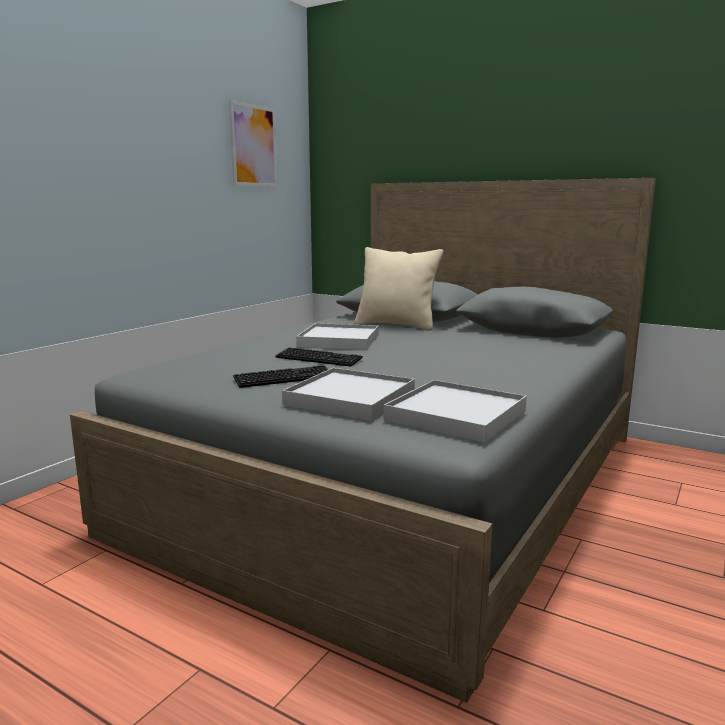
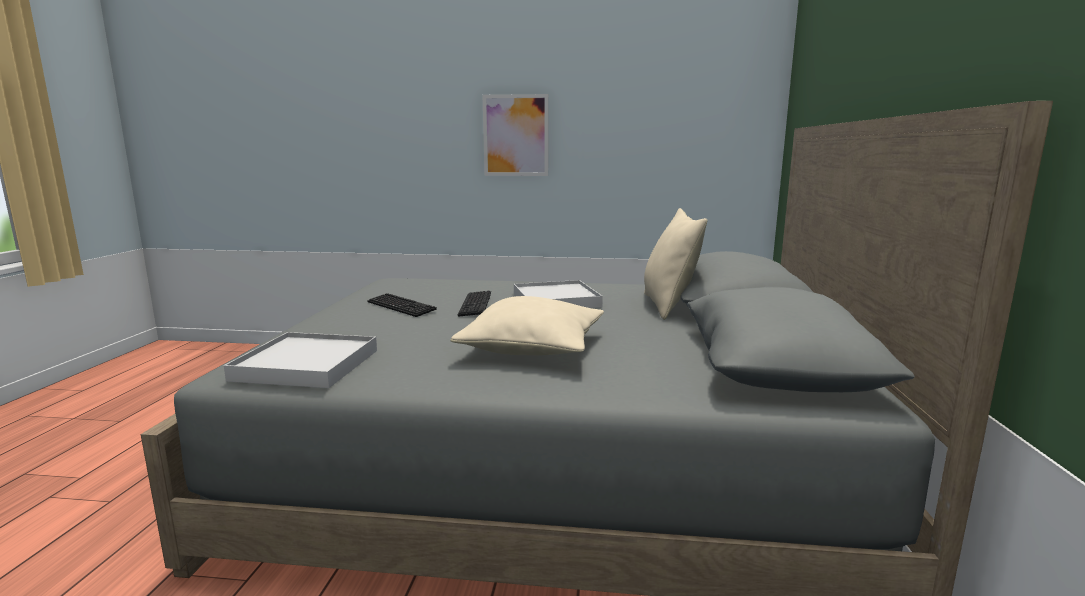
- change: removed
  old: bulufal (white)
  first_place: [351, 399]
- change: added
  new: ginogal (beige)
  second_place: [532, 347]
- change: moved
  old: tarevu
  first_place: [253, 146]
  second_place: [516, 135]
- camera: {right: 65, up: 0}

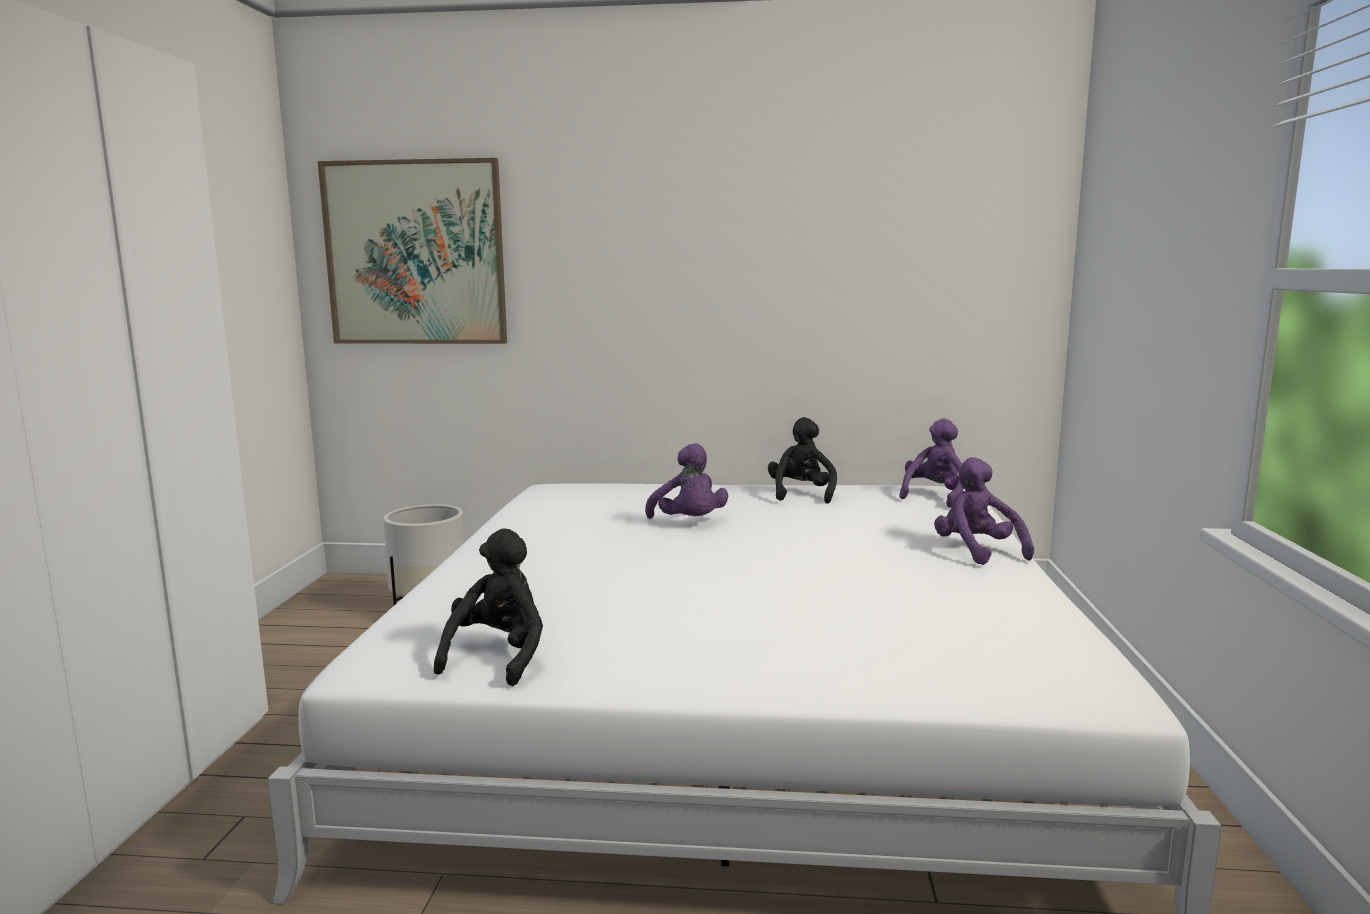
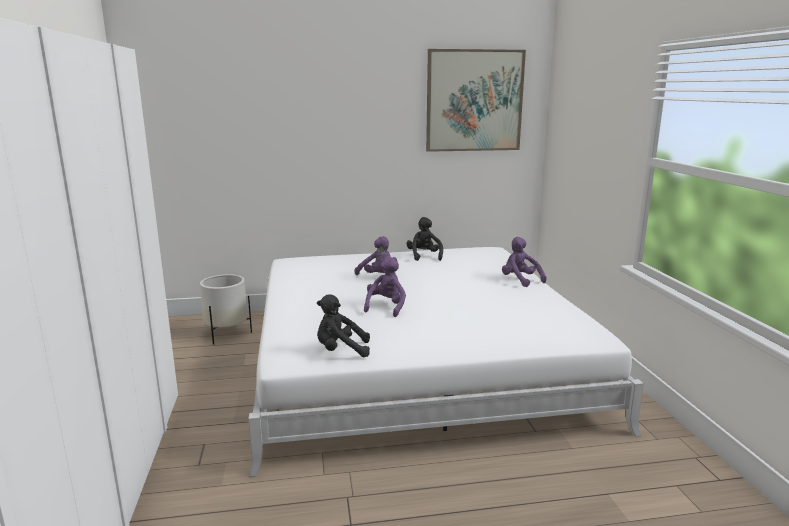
- change: moved
  old: tarevu
  first_place: [415, 253]
  second_place: [474, 101]
- change: moved
  old: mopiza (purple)
  first_place: [934, 496]
  second_place: [386, 307]
- change: turned
  old: mopiza (black)
  first_place: [498, 657]
  second_place: [341, 351]
  degrees: -90
- camera: {right: -15, up: 5}

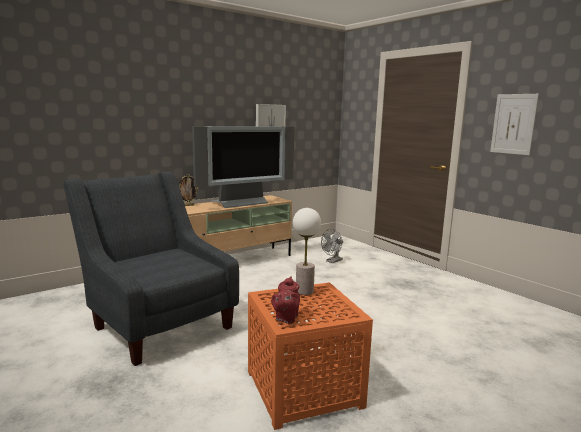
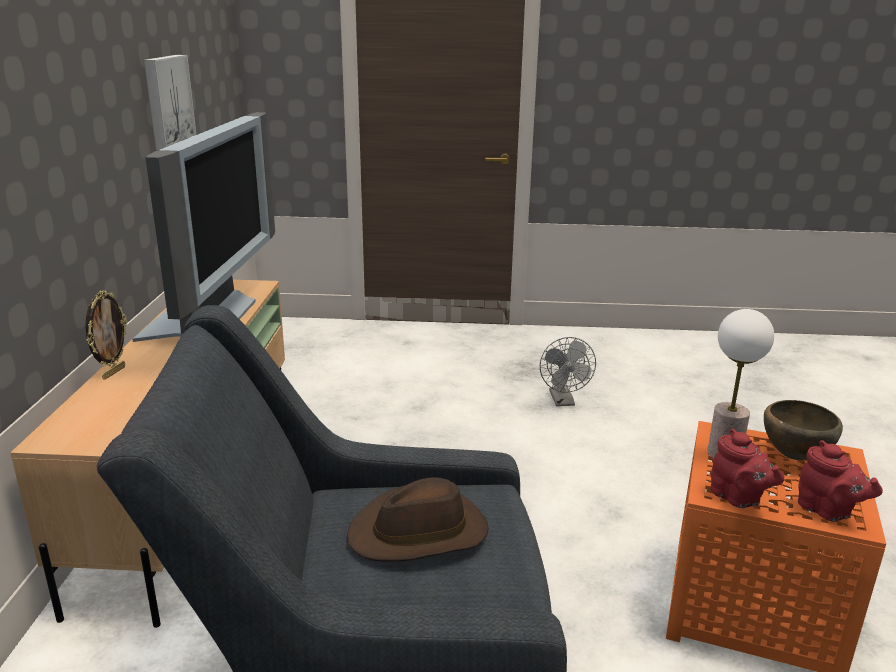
- change: removed
  old: tarevu
  first_place: [513, 124]
- change: added
  new: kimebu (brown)
  second_place: [419, 533]
- change: added
  new: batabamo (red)
  second_place: [738, 498]
- change: added
  new: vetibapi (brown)
  second_place: [793, 457]
- change: moved
  old: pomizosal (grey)
  first_place: [332, 261]
  second_place: [563, 401]
- camera: {right: -50, up: 10}

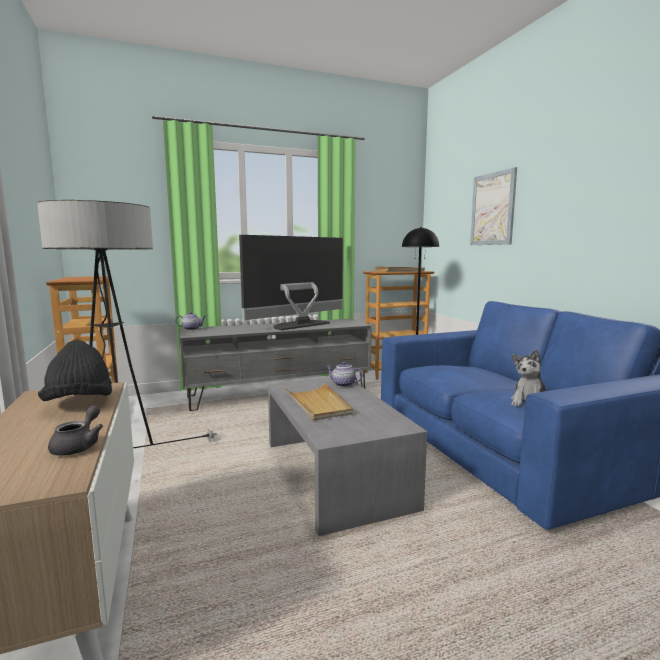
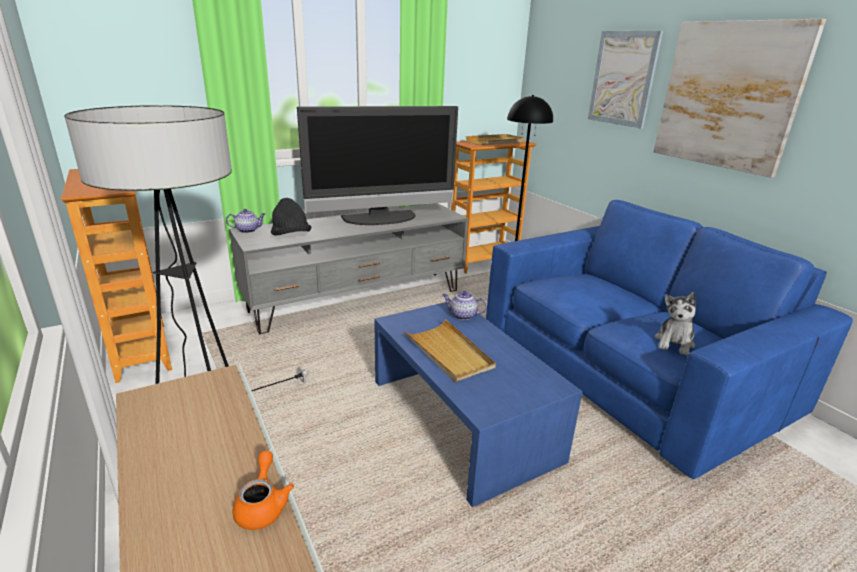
- change: added
  new: tarevu
  second_place: [728, 96]
- change: moved
  old: kimebu (black)
  first_place: [80, 403]
  second_place: [291, 236]
- change: recoloured
  old: batabamo (grey)
  new: batabamo (orange)
  first_place: [79, 446]
  second_place: [263, 505]
- change: recoloured
  old: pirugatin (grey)
  new: pirugatin (blue)
  first_place: [336, 473]
  second_place: [463, 418]
- change: turned
  old: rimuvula
  first_place: [298, 325]
  second_place: [380, 219]
  degrees: -150
- camera: {right: -10, up: 15}

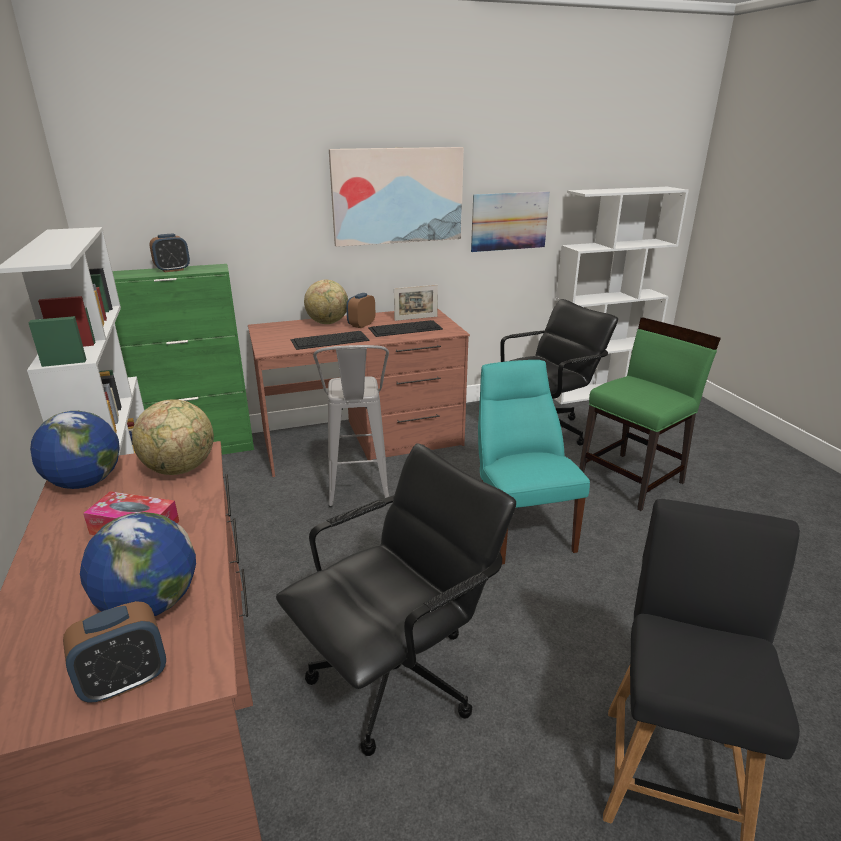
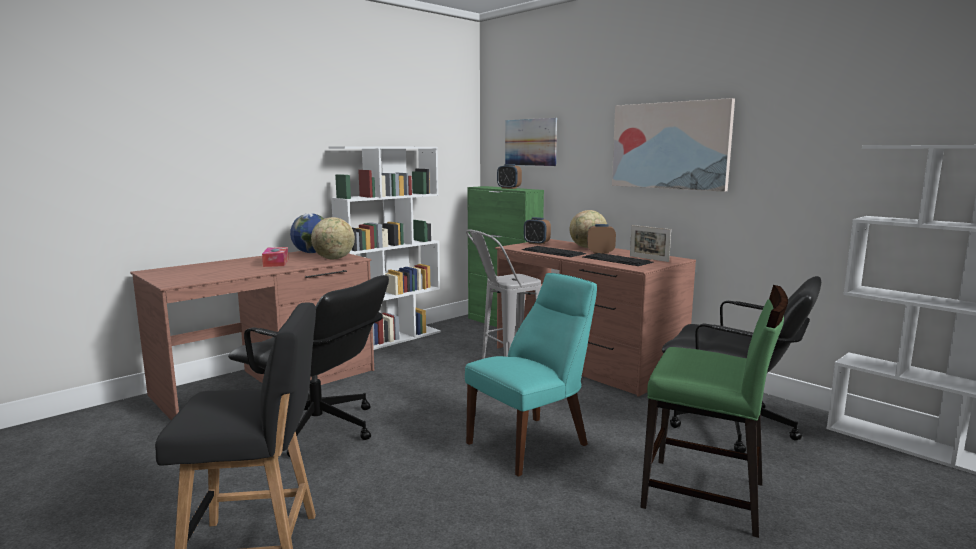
- change: removed
  old: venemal
  first_place: [150, 605]
- change: moved
  old: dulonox
  first_place: [125, 681]
  second_place: [536, 243]
- change: moved
  old: tarevu
  first_place: [509, 221]
  second_place: [530, 142]
- camera: {right: 65, up: -15}

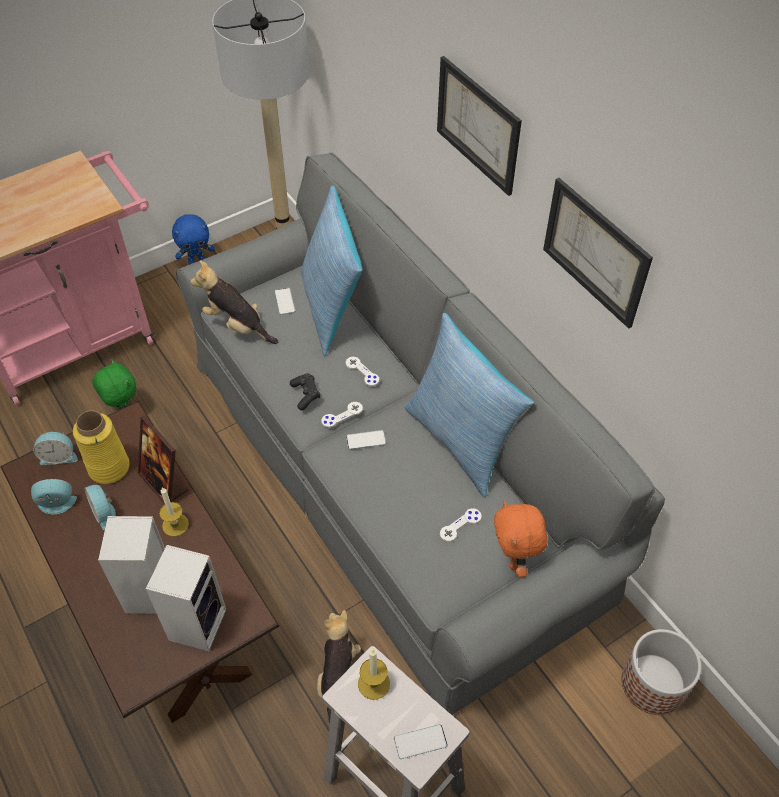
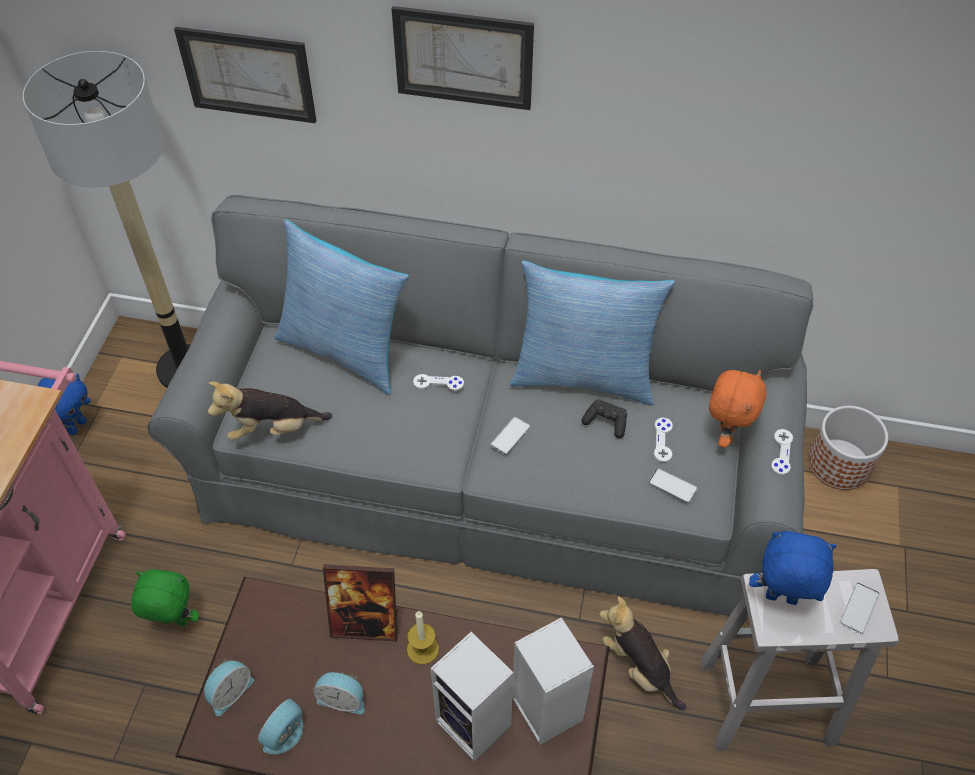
- change: removed
  old: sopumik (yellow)
  first_place: [109, 467]
- change: moved
  old: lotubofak
  first_place: [284, 301]
  second_place: [672, 485]
- change: moved
  old: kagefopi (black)
  first_place: [306, 395]
  second_place: [606, 422]
- change: moved
  old: kagefopi (white)
  first_place: [342, 415]
  second_place: [781, 452]
- change: moved
  old: tarevu
  first_place: [595, 252]
  second_place: [248, 74]
- change: replaced
  old: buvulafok
  new: mopiza (blue)
  first_place: [373, 683]
  second_place: [780, 600]
- change: turned
  old: mopiza (orange)
  first_place: [514, 560]
  second_place: [725, 434]
  degrees: -105
- camera: {right: -45, up: 0}

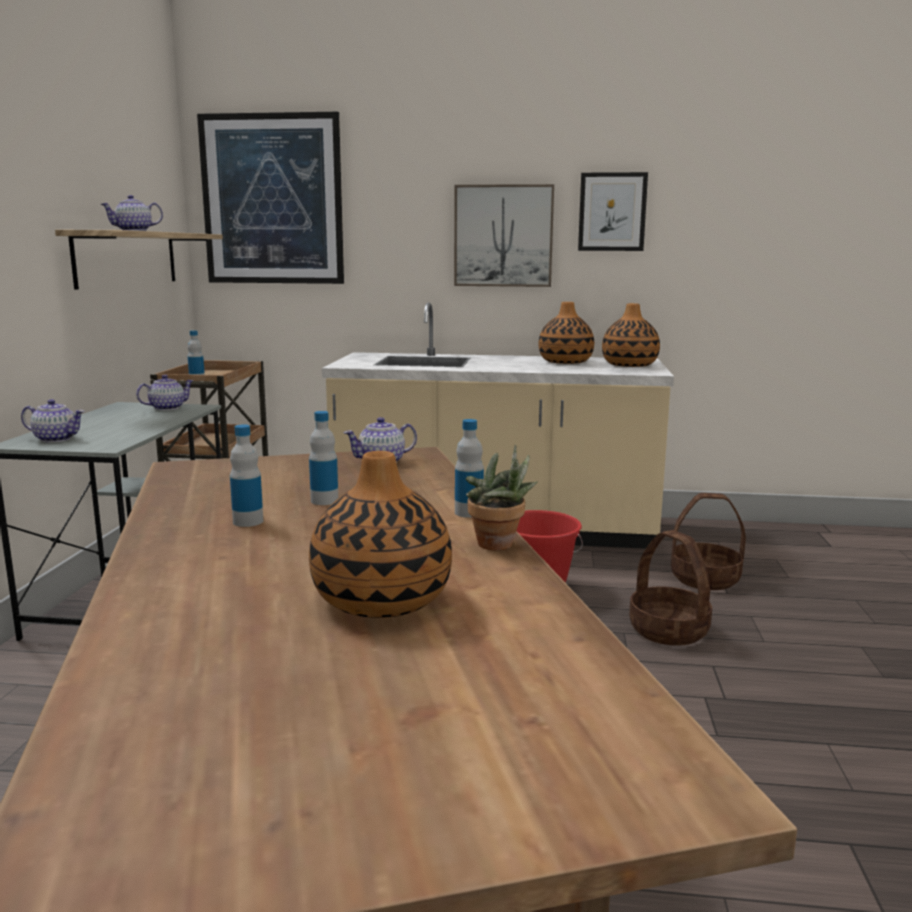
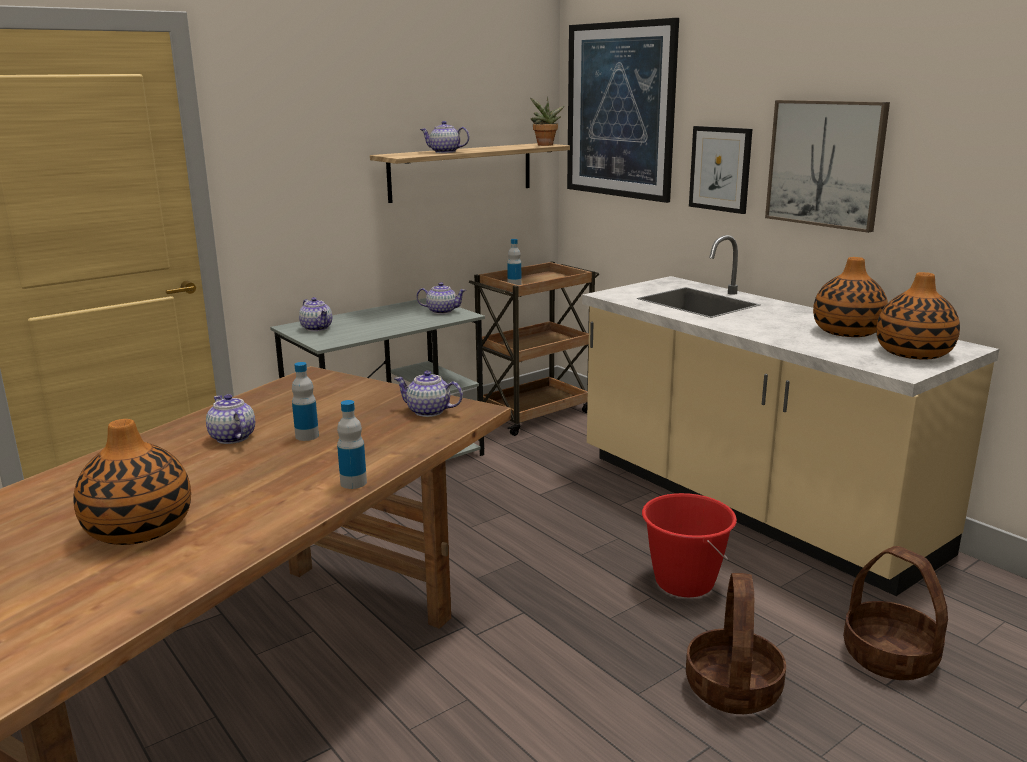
- change: moved
  old: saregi
  first_place: [499, 546]
  second_place: [545, 145]
- change: moved
  old: tarevu
  first_place: [612, 212]
  second_place: [720, 169]
- change: replaced
  old: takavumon
  new: batabamo
  first_place: [248, 521]
  second_place: [231, 438]
- camera: {right: 45, up: 5}

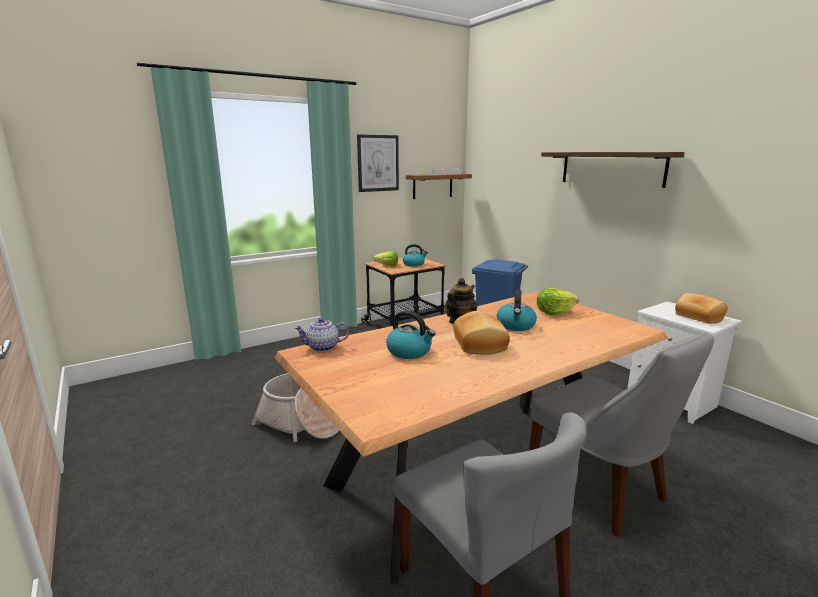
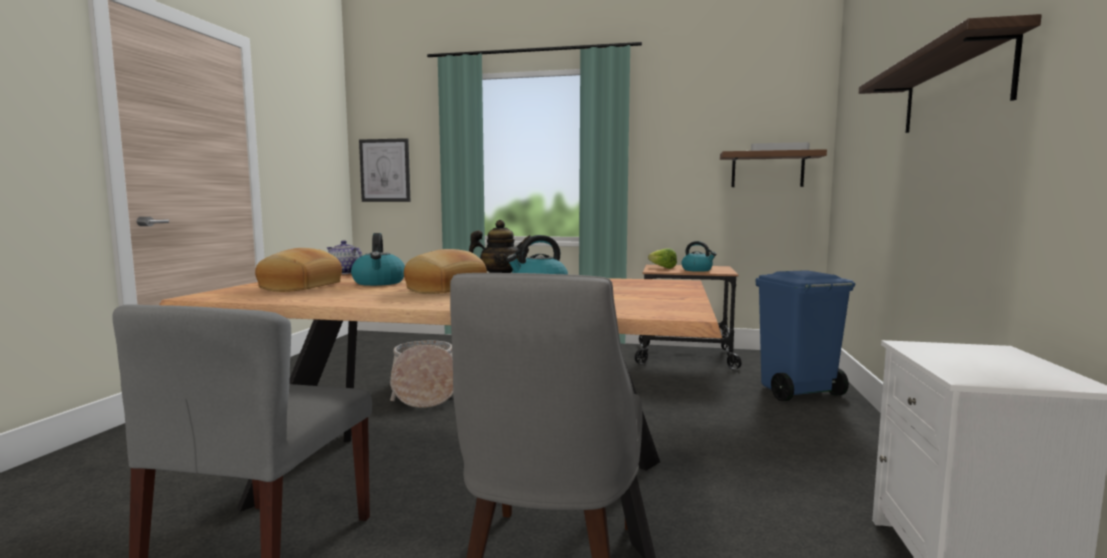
- change: removed
  old: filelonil
  first_place: [554, 312]
- change: moved
  old: tarevu
  first_place: [378, 163]
  second_place: [385, 170]
- change: moved
  old: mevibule
  first_place: [698, 317]
  second_place: [299, 287]
- camera: {right: 45, up: -10}

